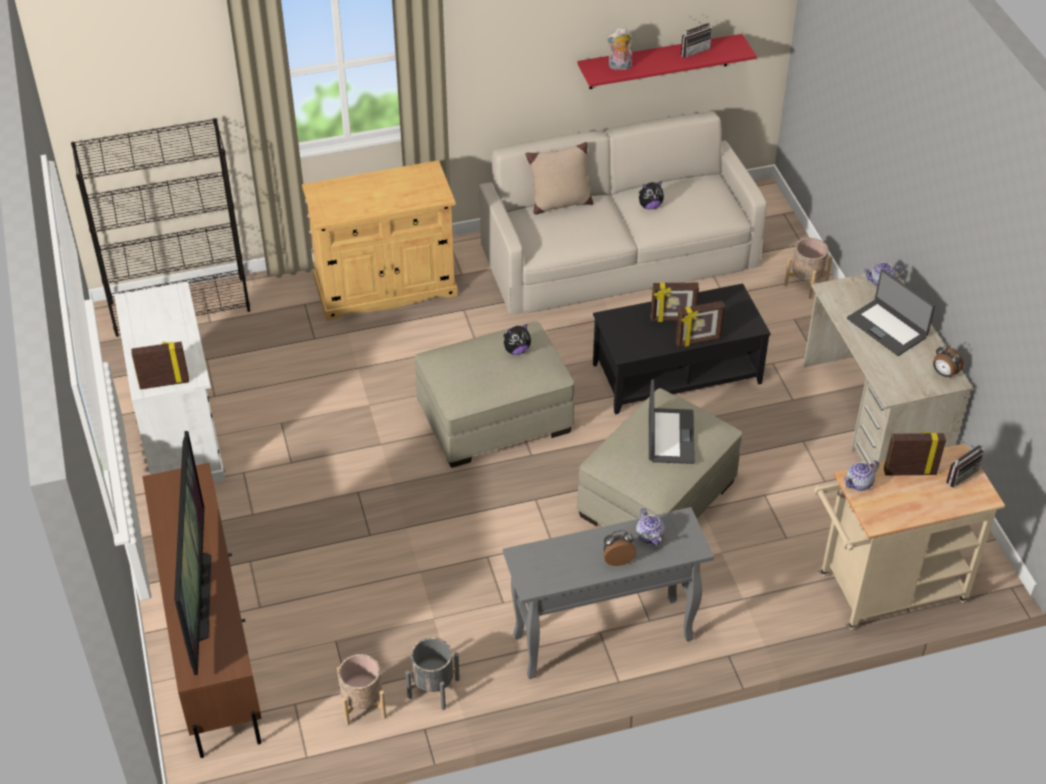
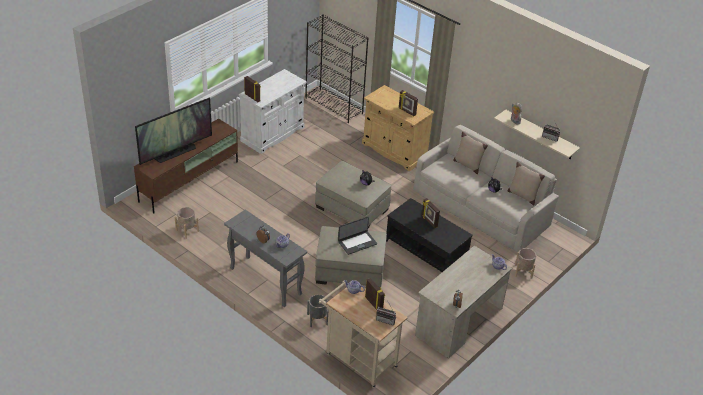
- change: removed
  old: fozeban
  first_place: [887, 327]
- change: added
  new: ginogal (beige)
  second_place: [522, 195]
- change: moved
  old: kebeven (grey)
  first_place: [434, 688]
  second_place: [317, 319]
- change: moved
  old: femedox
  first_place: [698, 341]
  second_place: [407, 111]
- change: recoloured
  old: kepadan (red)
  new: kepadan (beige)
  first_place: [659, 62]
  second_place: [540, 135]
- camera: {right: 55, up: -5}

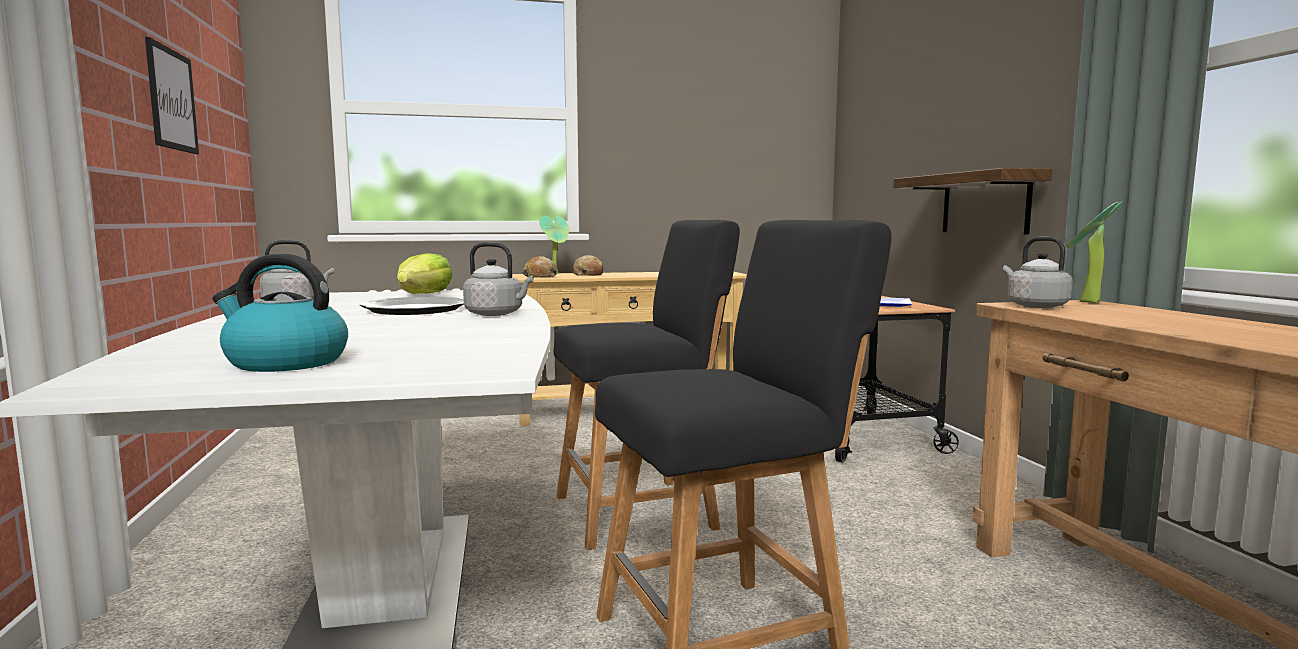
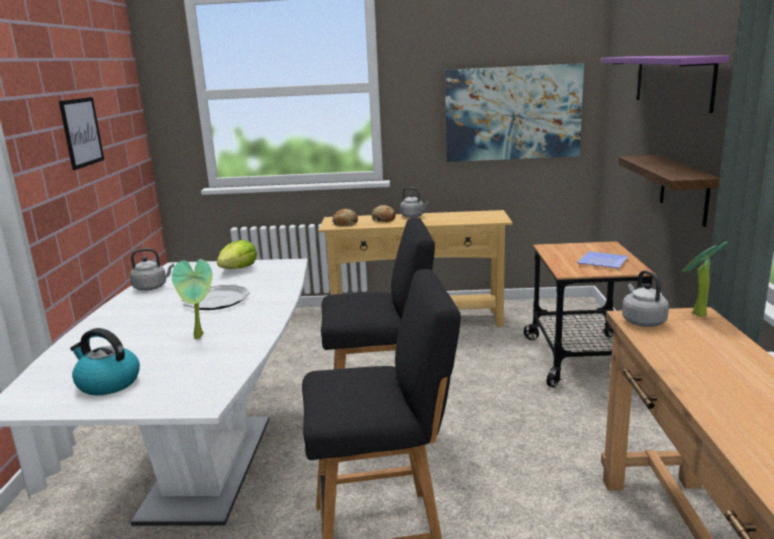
- change: added
  new: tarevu
  second_place: [512, 113]
- change: added
  new: kepadan (purple)
  second_place: [672, 80]
- change: moved
  old: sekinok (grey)
  first_place: [497, 314]
  second_place: [413, 216]
- change: moved
  old: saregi
  first_place: [556, 274]
  second_place: [200, 336]
- camera: {right: 15, up: 10}

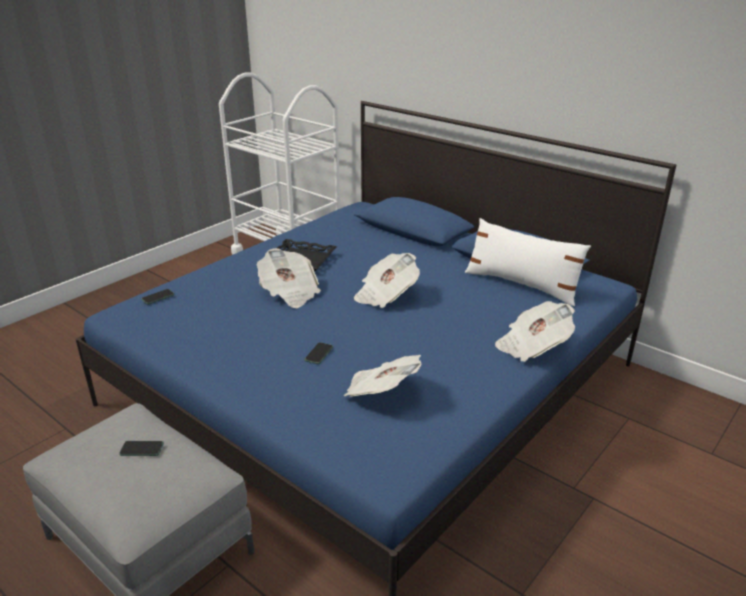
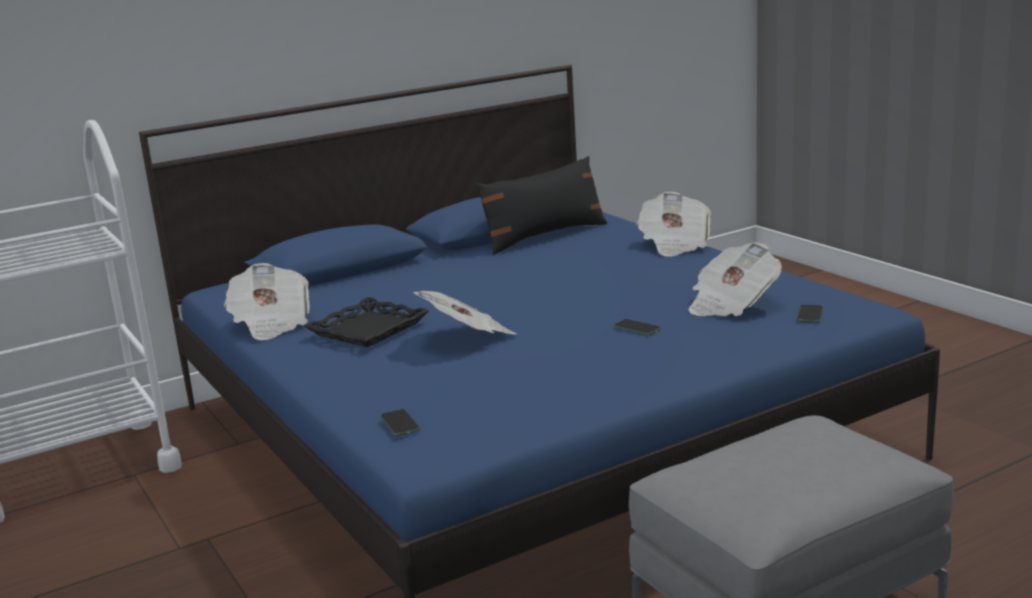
- change: moved
  old: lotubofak
  first_place: [142, 449]
  second_place: [809, 314]
- change: moved
  old: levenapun
  first_place: [385, 295]
  second_place: [271, 324]
- change: recoloured
  old: ginogal (white)
  new: ginogal (black)
  first_place: [521, 285]
  second_place: [544, 236]
- camera: {right: -70, up: -10}

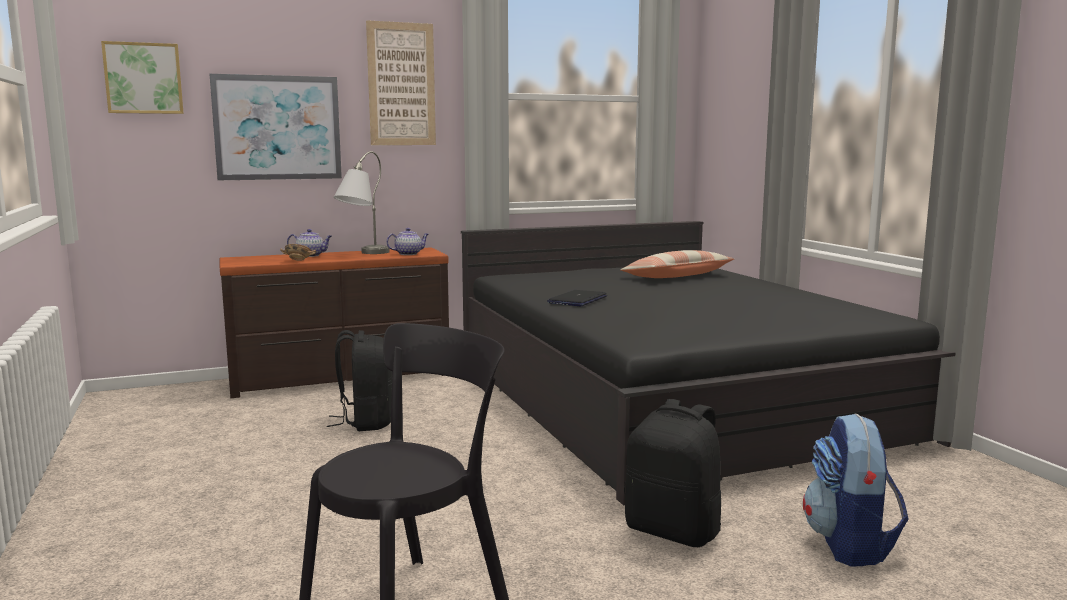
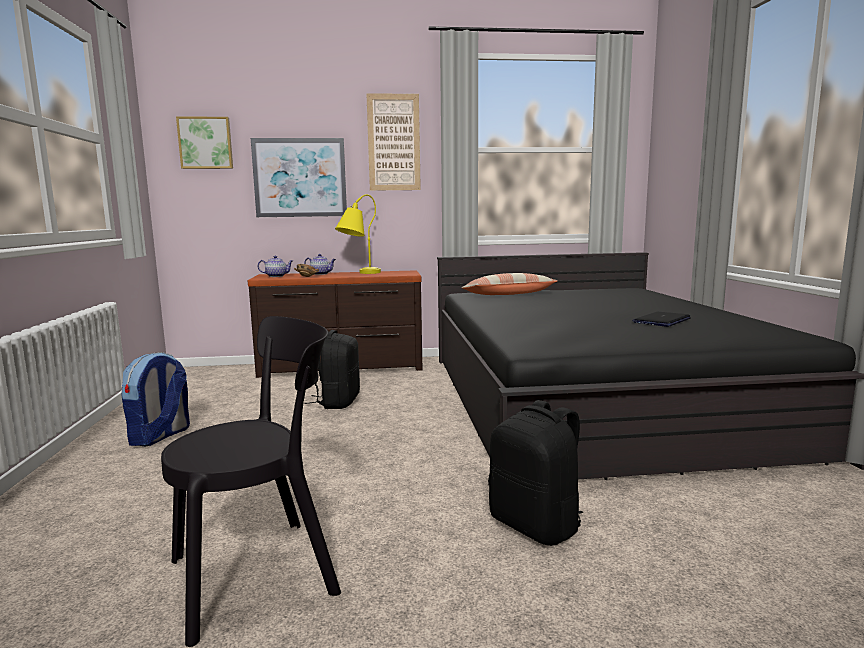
- change: moved
  old: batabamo
  first_place: [408, 254]
  second_place: [277, 276]
- change: moved
  old: fozeban
  first_place: [577, 300]
  second_place: [661, 321]
- change: moved
  old: ginogal
  first_place: [677, 277]
  second_place: [508, 294]
- change: moved
  old: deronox
  first_place: [850, 545]
  second_place: [160, 436]
- change: recoloured
  old: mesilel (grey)
  new: mesilel (yellow)
  first_place: [363, 254]
  second_place: [358, 274]
- camera: {right: 15, up: 0}

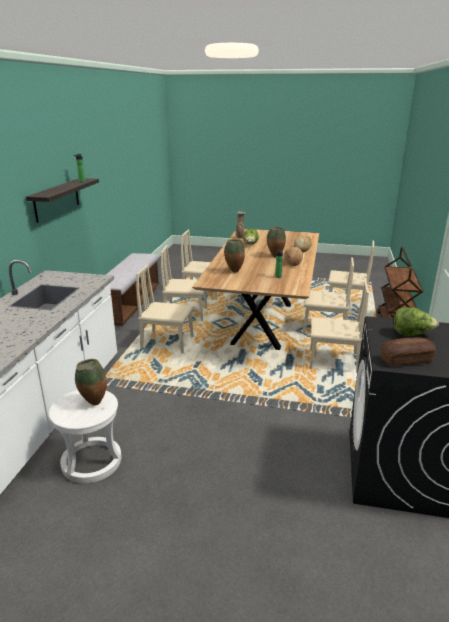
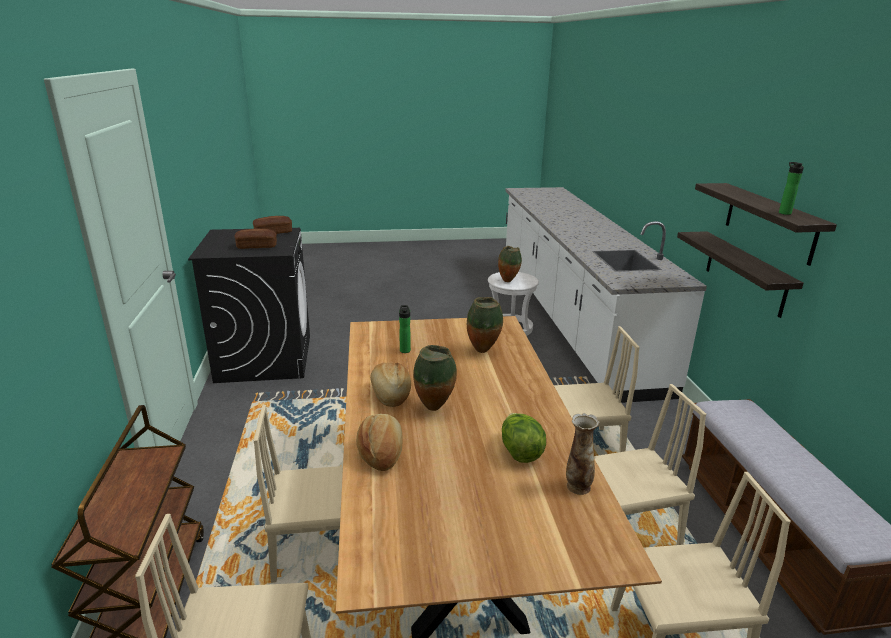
- change: removed
  old: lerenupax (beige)
  first_place: [333, 361]
- change: added
  new: kepadan
  second_place: [745, 273]
- change: replaced
  old: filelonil
  new: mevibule
  first_place: [411, 334]
  second_place: [257, 246]
- camera: {right: 160, up: 0}

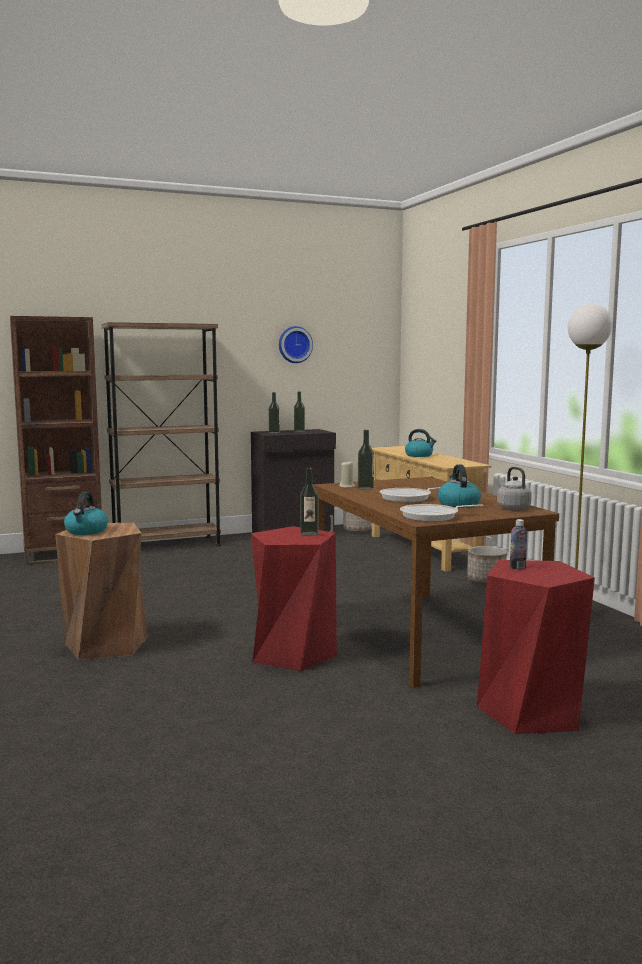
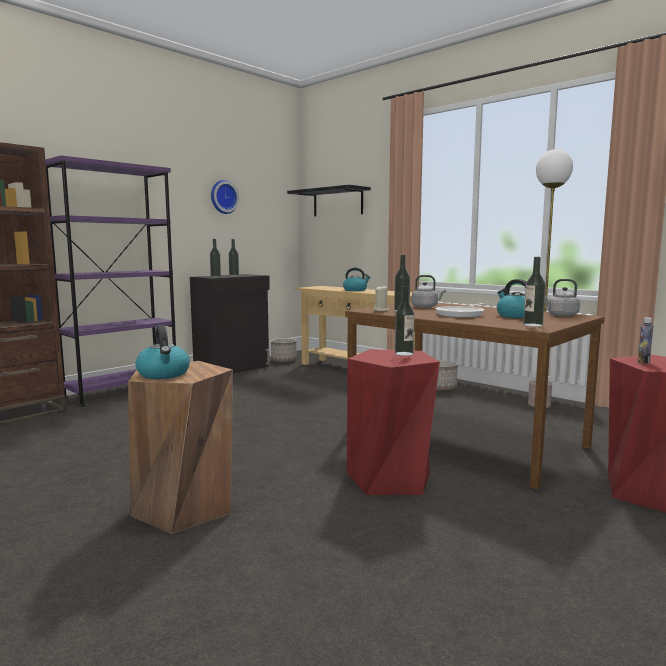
- change: added
  new: kepadan (black)
  second_place: [338, 202]
- change: added
  new: sekinok (grey)
  second_place: [426, 307]
- change: replaced
  old: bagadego
  new: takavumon
  first_place: [433, 516]
  second_place: [533, 325]
- change: recoloured
  old: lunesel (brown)
  new: lunesel (purple)
  first_place: [166, 545]
  second_place: [122, 391]
- camera: {right: -25, up: 0}

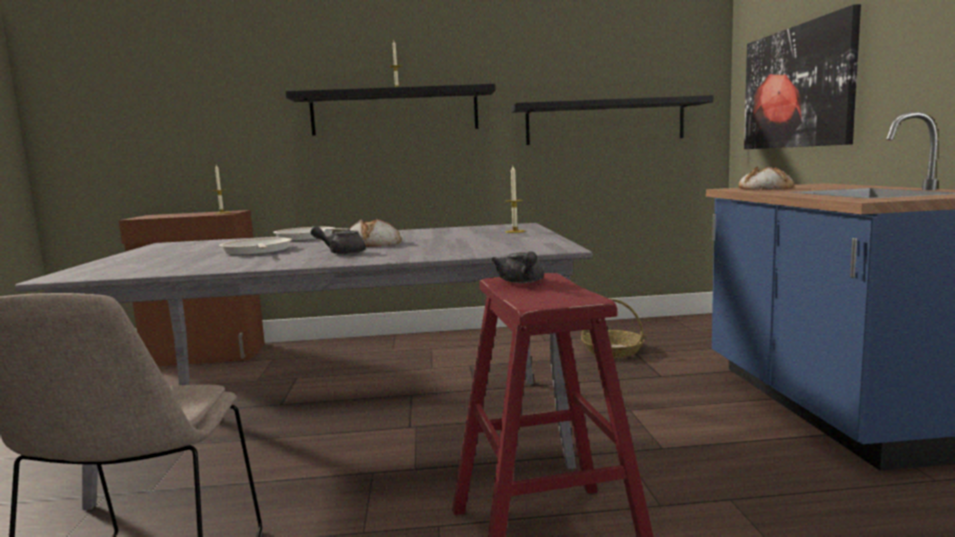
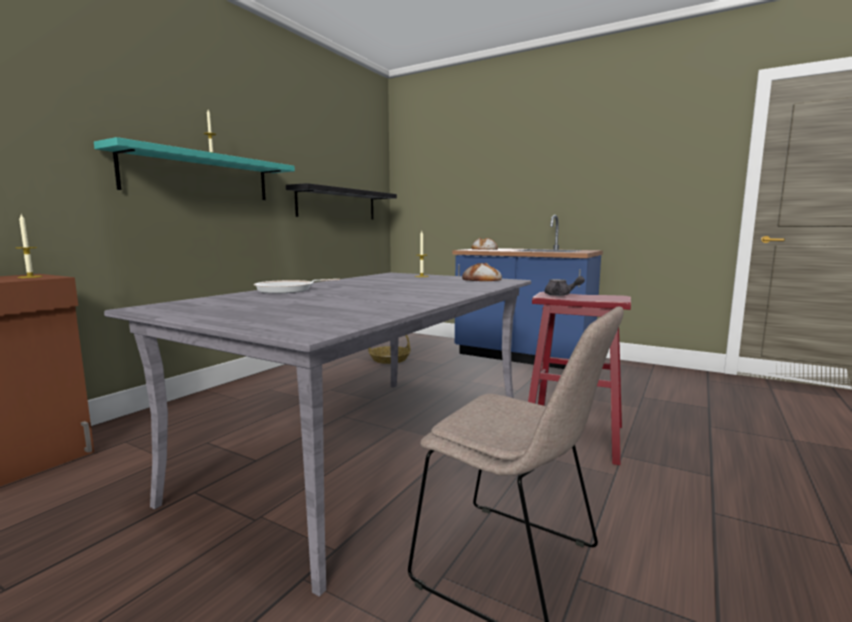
- change: removed
  old: bagadego
  first_place: [256, 251]
- change: removed
  old: batabamo (grey)
  first_place: [342, 253]
- change: removed
  old: tarevu
  first_place: [796, 87]
- change: moved
  old: mevibule
  first_place: [372, 244]
  second_place: [482, 280]
- change: recoloured
  old: kepadan (black)
  new: kepadan (turquoise)
  first_place: [394, 112]
  second_place: [200, 176]
- camera: {right: -55, up: 0}

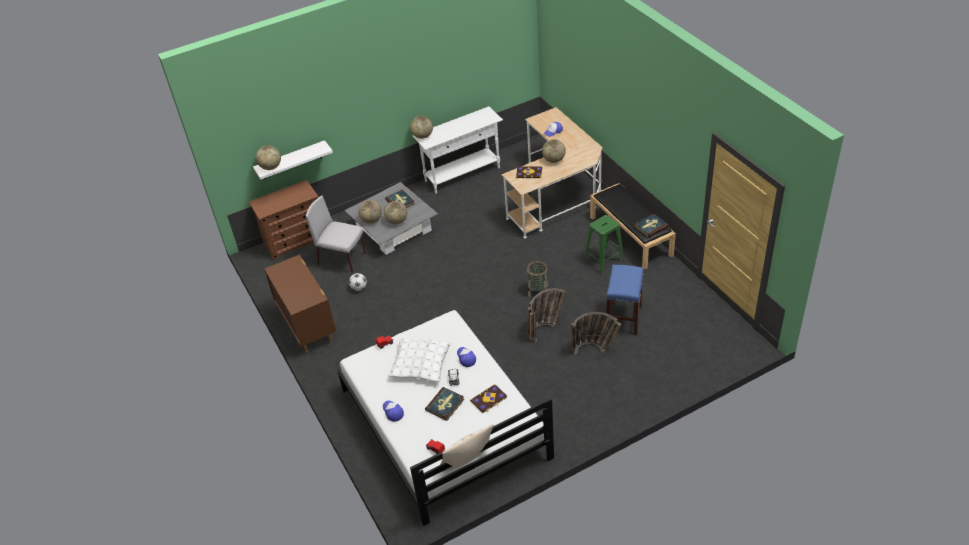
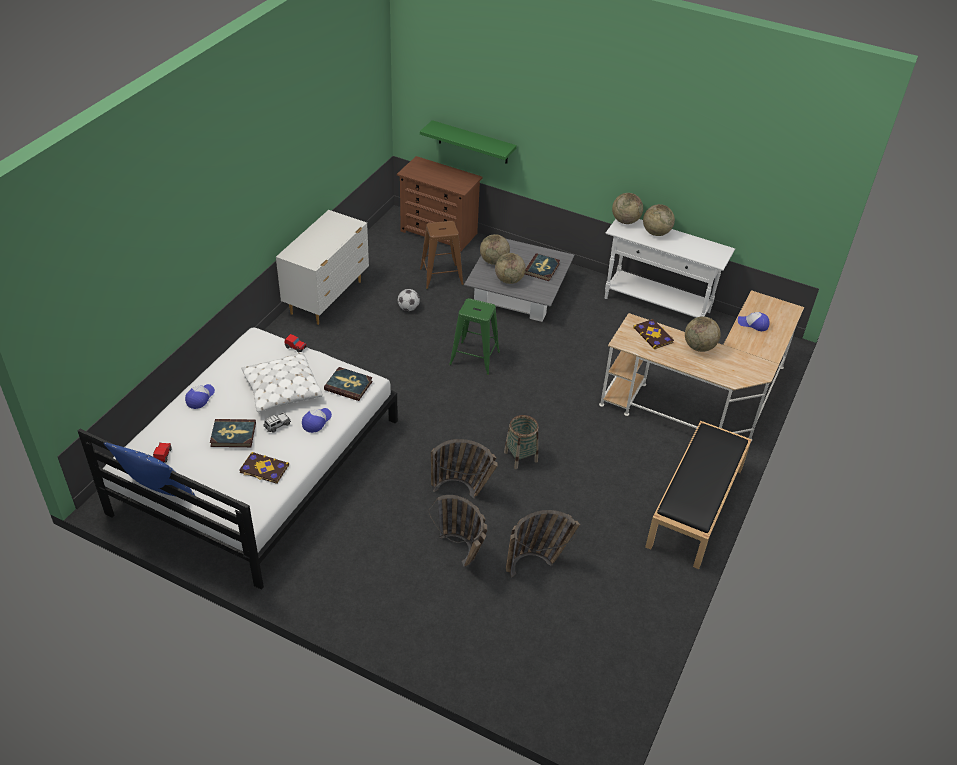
- change: moved
  old: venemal
  first_place: [271, 167]
  second_place: [656, 233]
- change: moved
  old: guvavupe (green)
  first_place: [604, 260]
  second_place: [475, 358]
- change: moved
  old: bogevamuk
  first_place: [650, 226]
  second_place: [348, 385]
- change: replaced
  old: lerenupax (grey)
  new: guvavupe (brown)
  first_place: [342, 259]
  second_place: [441, 277]
- change: replaced
  old: guvavupe (blue)
  new: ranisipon
  first_place: [624, 319]
  second_place: [537, 563]
- change: recoloured
  old: kepadan (white)
  new: kepadan (green)
  first_place: [291, 160]
  second_place: [473, 142]
- change: recoloured
  old: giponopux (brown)
  new: giponopux (white)
  first_place: [307, 326]
  second_place: [327, 297]
- change: recoloured
  old: ginogal (beige)
  new: ginogal (blue)
  first_place: [467, 463]
  second_place: [157, 491]
- camera: {right: 50, up: 0}

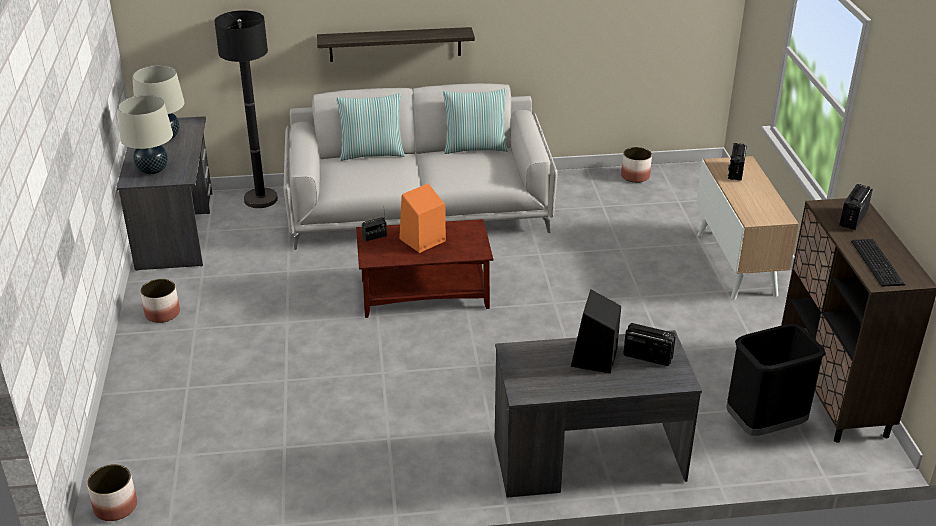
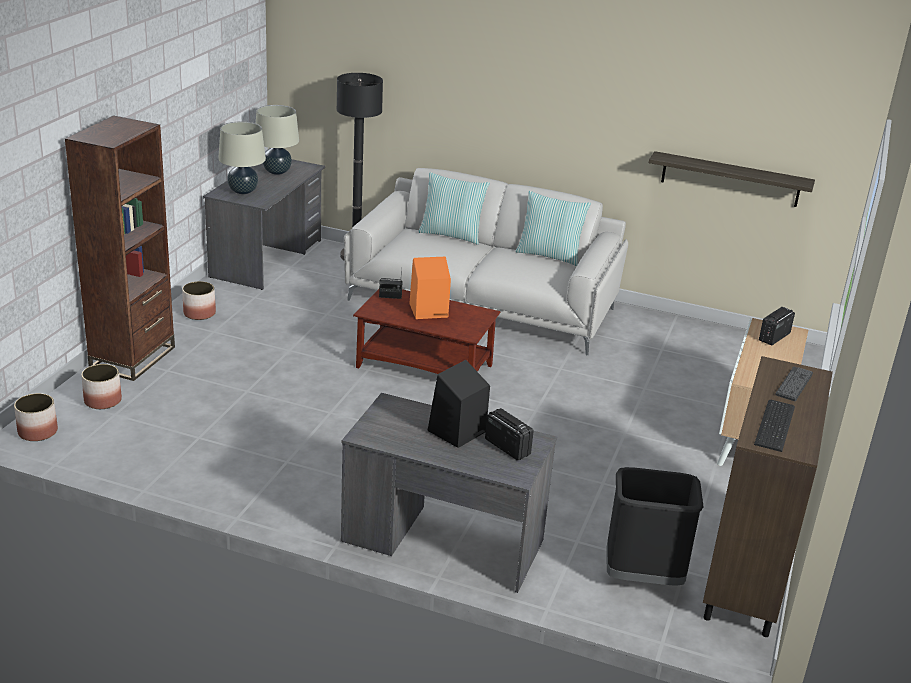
- change: added
  new: lunesel (brown)
  second_place: [133, 358]
- change: moved
  old: kepadan
  first_place: [395, 44]
  second_place: [730, 179]
- change: moved
  old: kebeven
  first_place: [635, 176]
  second_place: [102, 400]
- change: replaced
  old: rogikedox
  new: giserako
  first_place: [853, 219]
  second_place: [794, 384]
- camera: {right: 25, up: -5}

